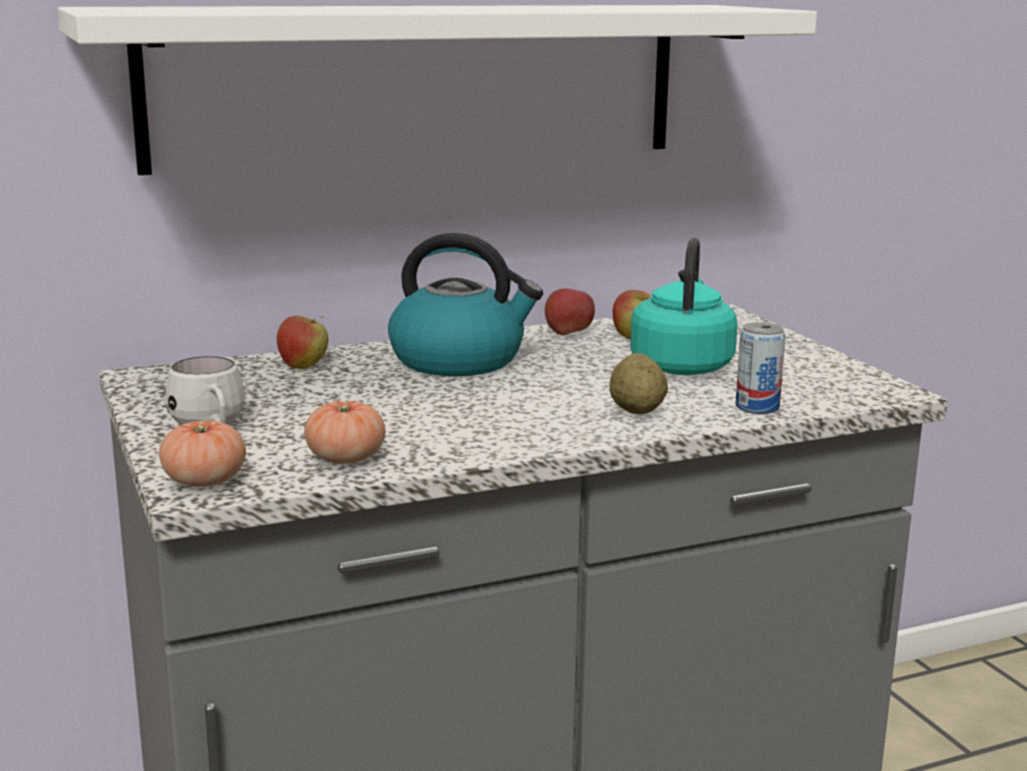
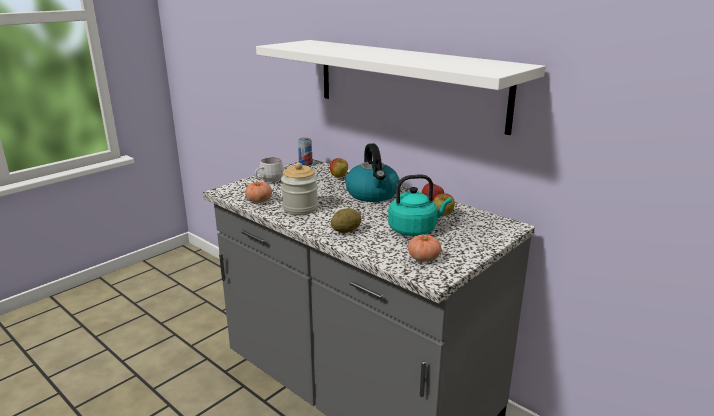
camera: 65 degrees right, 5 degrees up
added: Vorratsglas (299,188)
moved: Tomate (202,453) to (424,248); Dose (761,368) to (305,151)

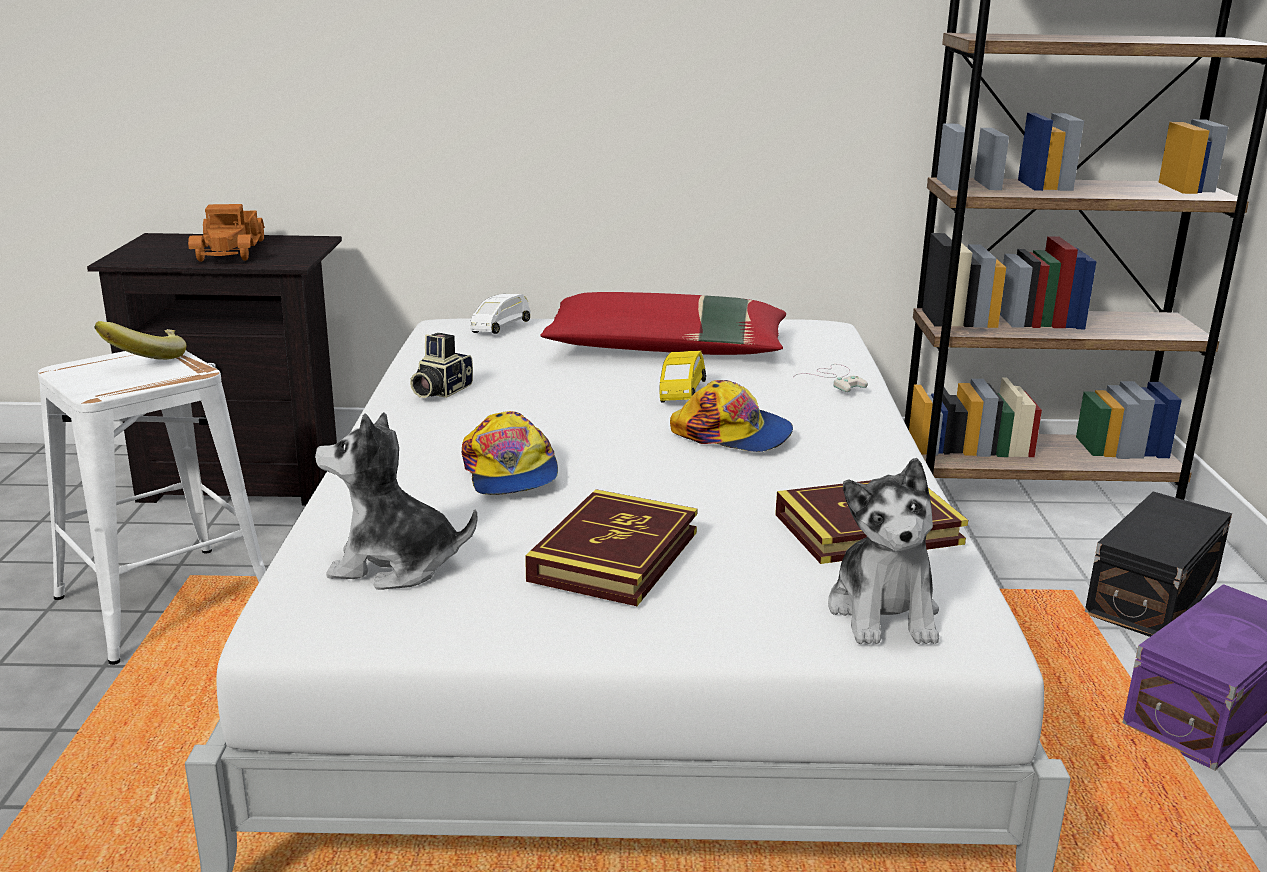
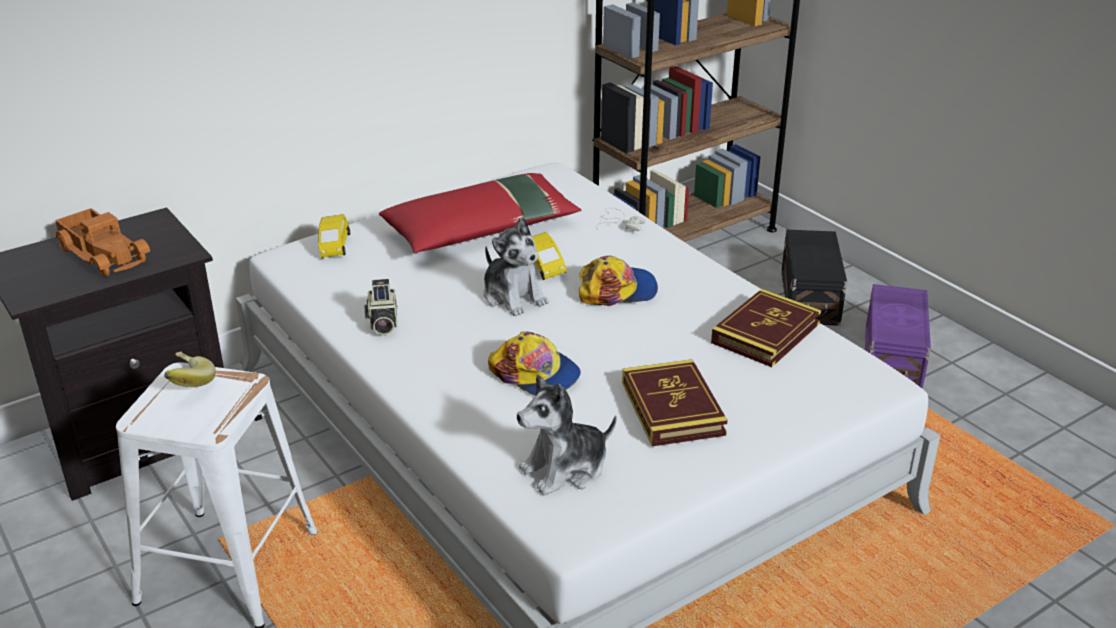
camera: 35 degrees left, 10 degrees up
moved: Plüschtier (883,551) to (516,266)
recoloured: Spielzeugauto (weiß) (500,314) to Spielzeugauto (gelb) (334,236)

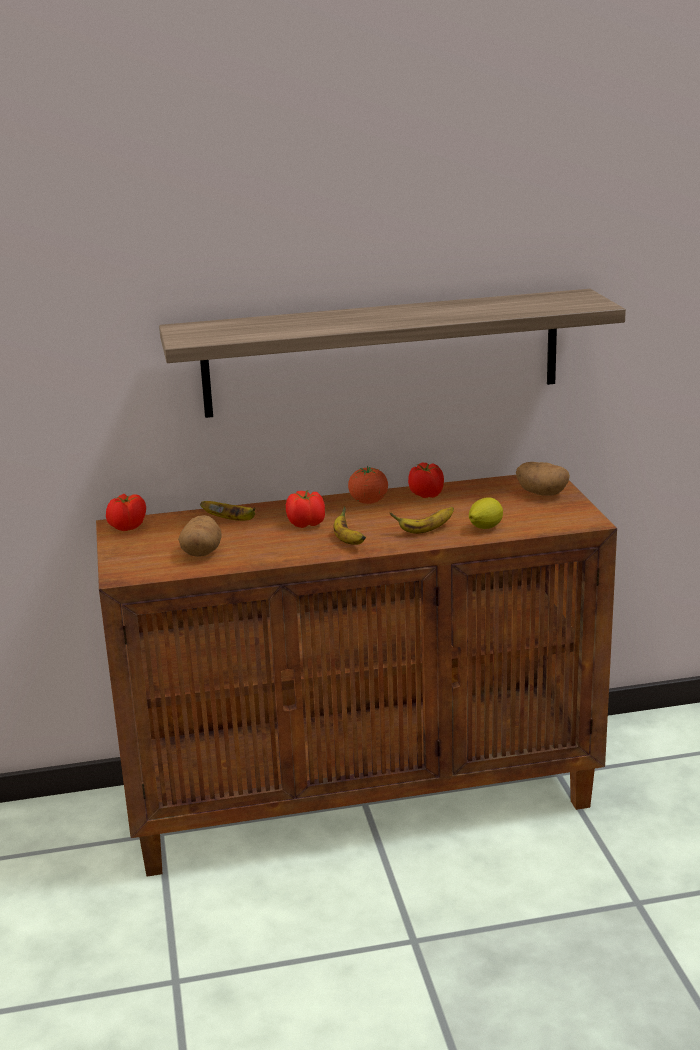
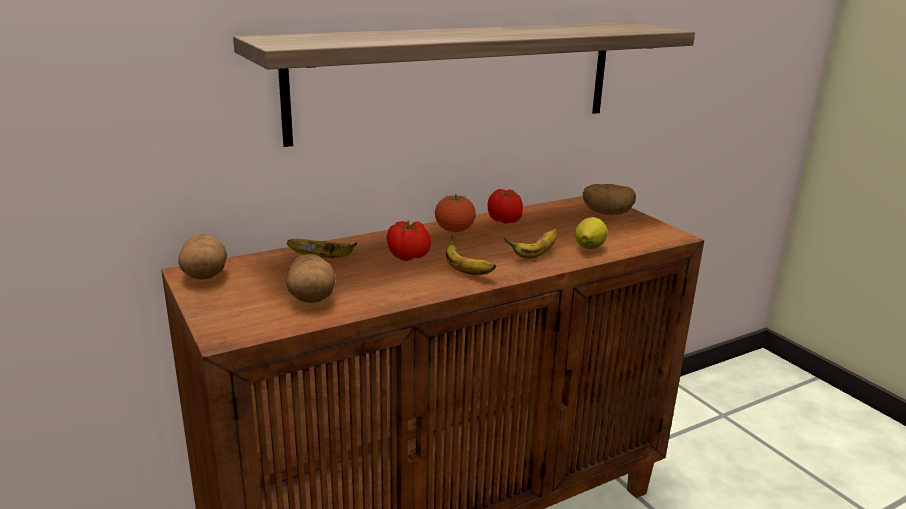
camera: 20 degrees left, 0 degrees up
replaced: Tomate (126,512) to Kartoffel (202,257)

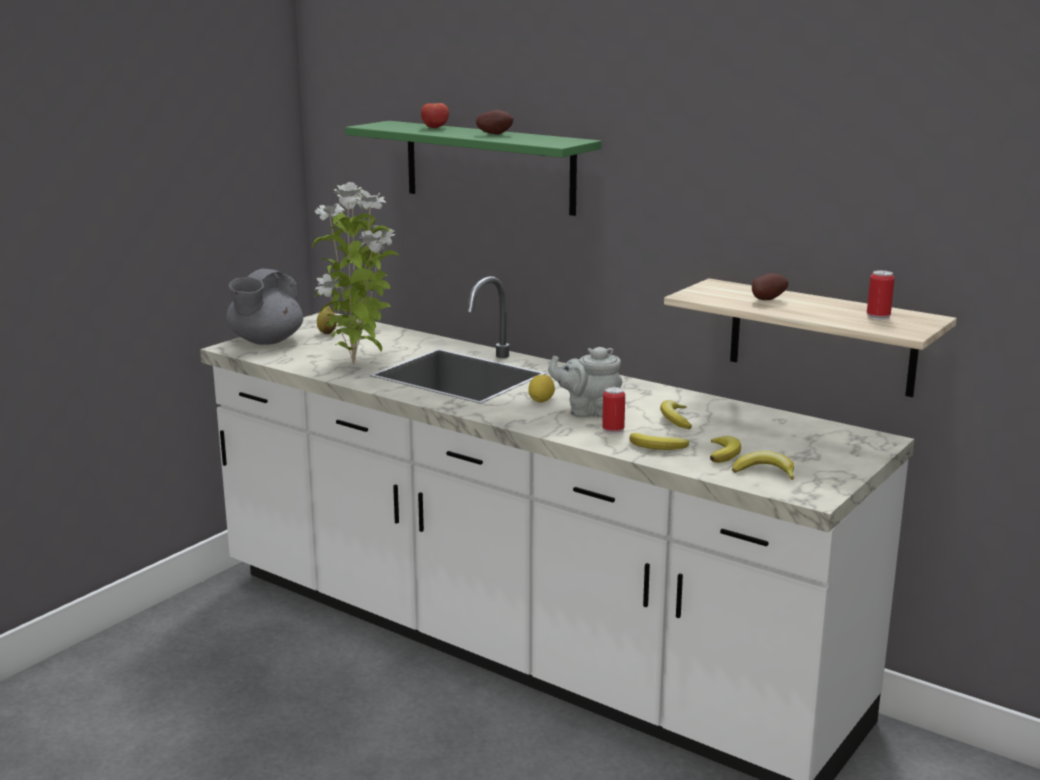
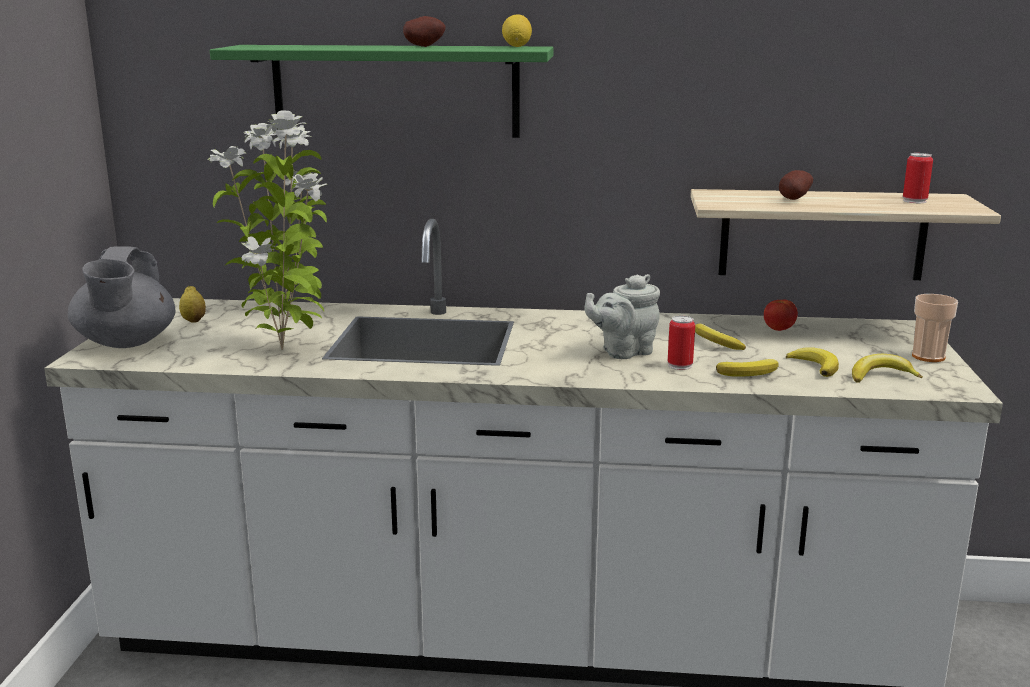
camera: 30 degrees left, 0 degrees up
added: Tasse (935,328)
moved: Tomate (435,115) to (781,315); Zitrone (541,388) to (517,30)

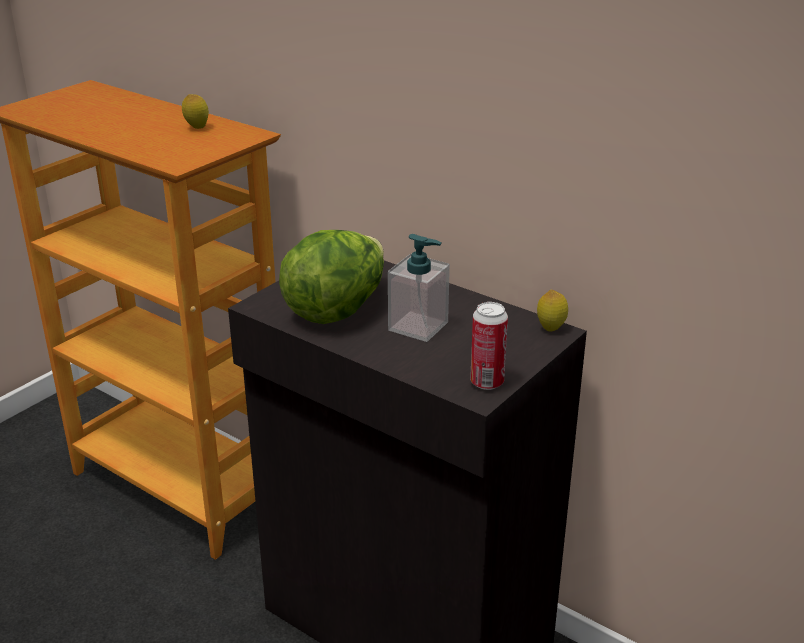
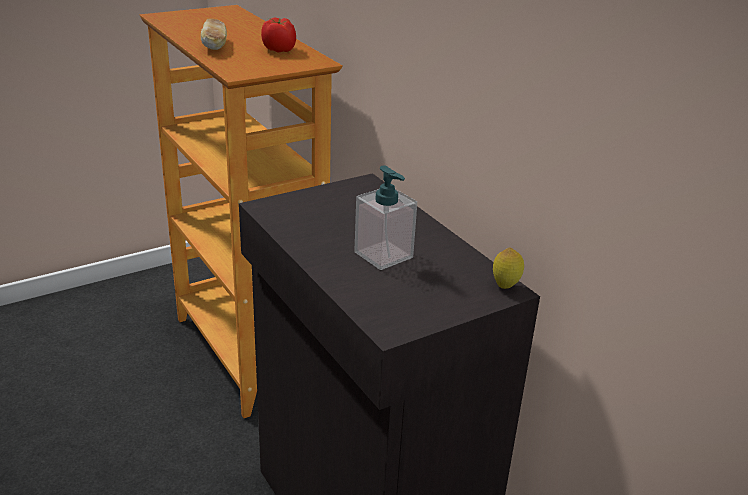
camera: 20 degrees right, 0 degrees up
removed: Salatkopf (331,277); Dose (489,346)
added: Brot (214,34)
replaced: Zitrone (195,111) to Tomate (278,35)

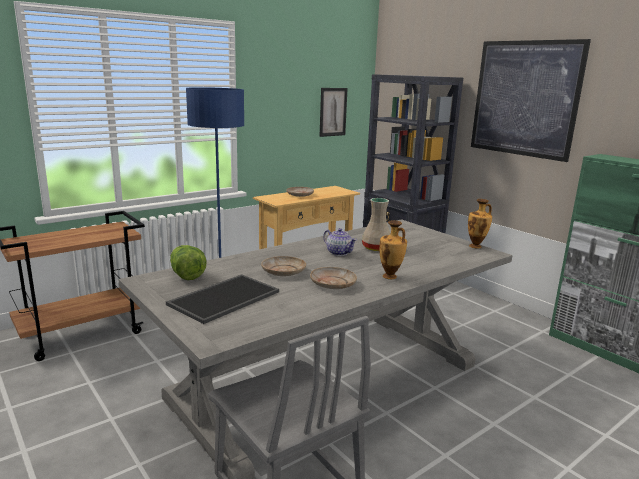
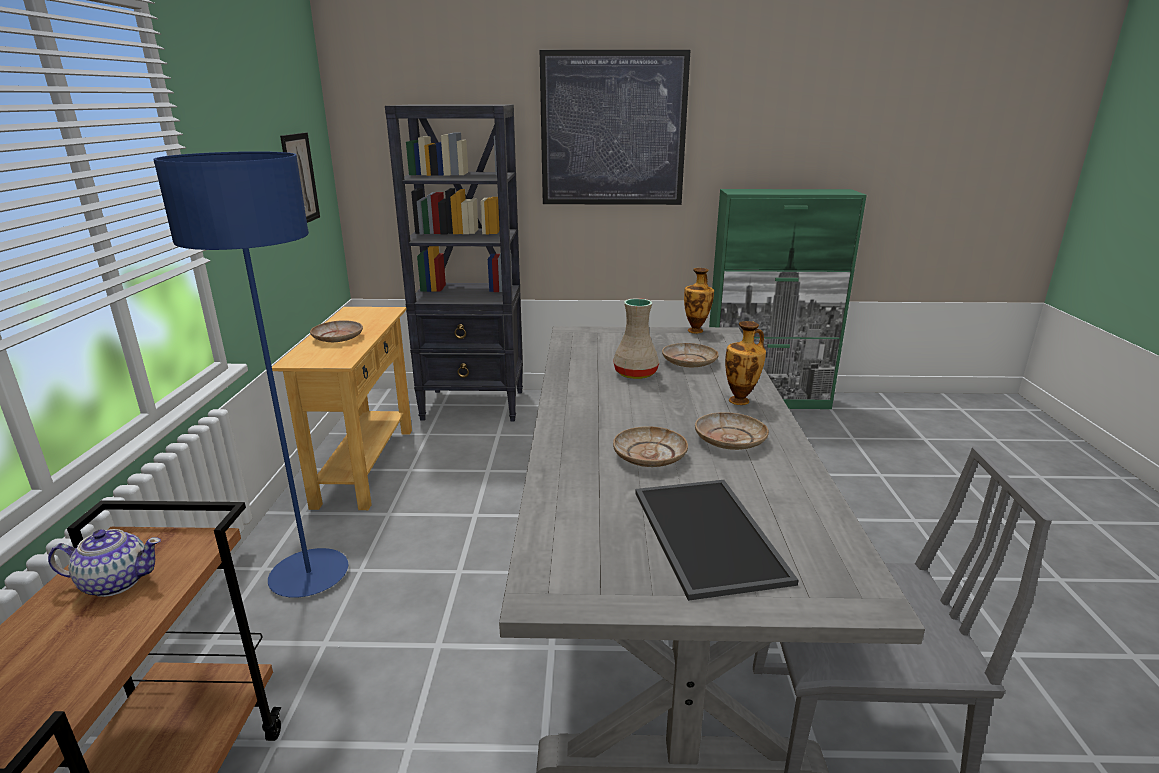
camera: 50 degrees left, 5 degrees up
removed: Salatkopf (188,262)
added: Teller (beige) (690,355)
moved: Teekanne (340,242) to (104,563)

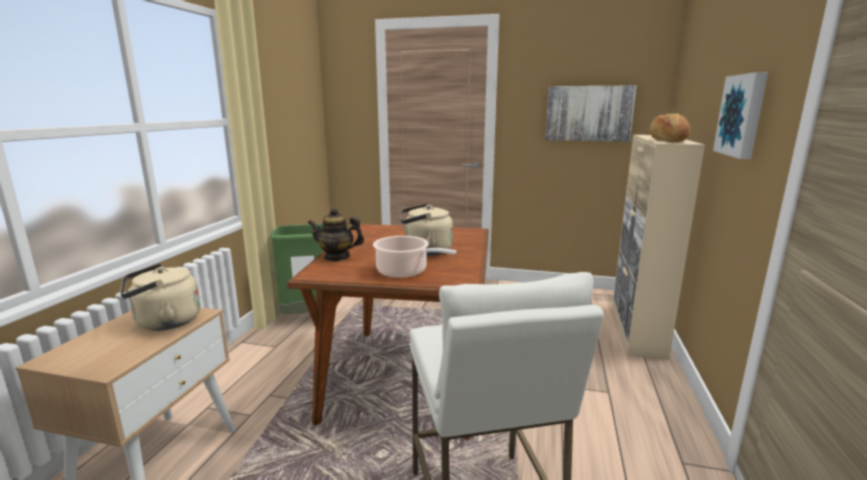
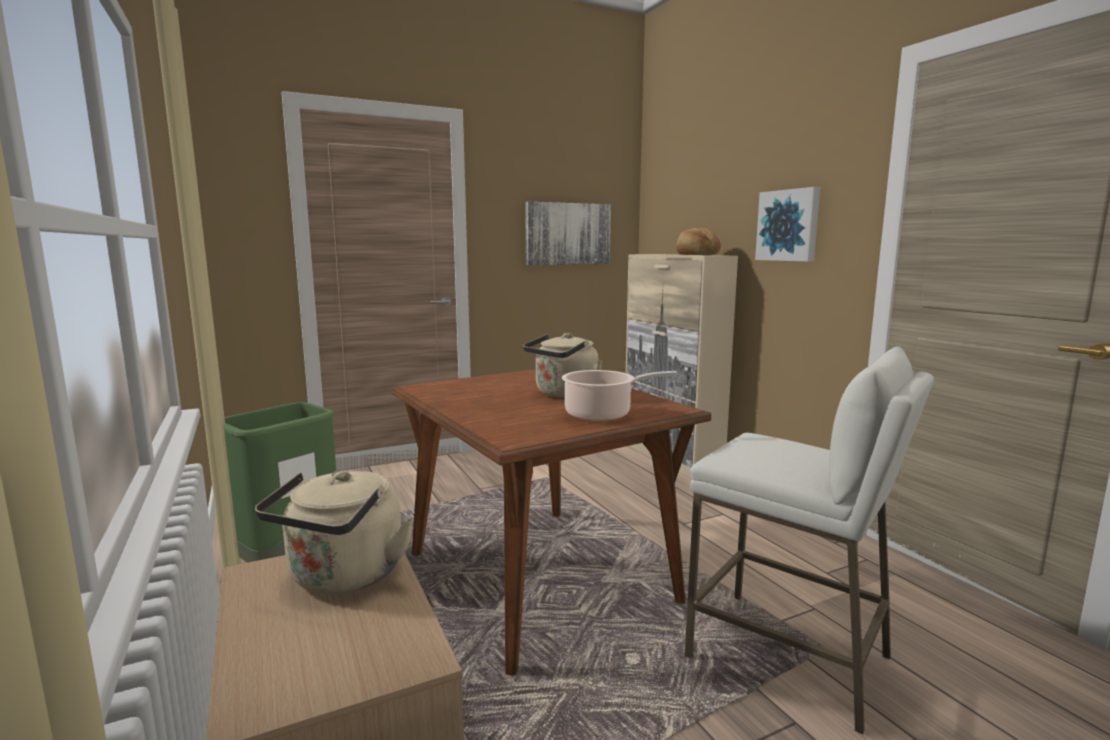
camera: 40 degrees left, 5 degrees down
removed: Teekanne (336,234)

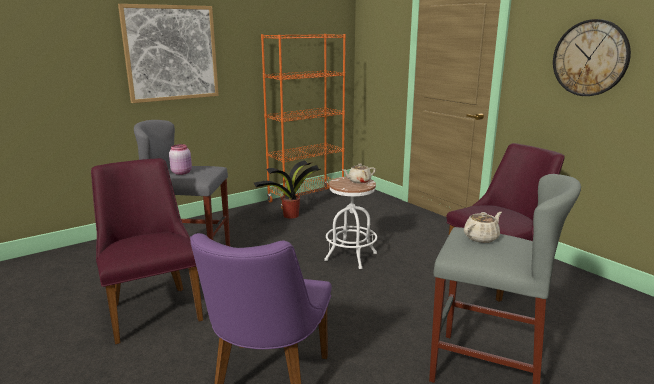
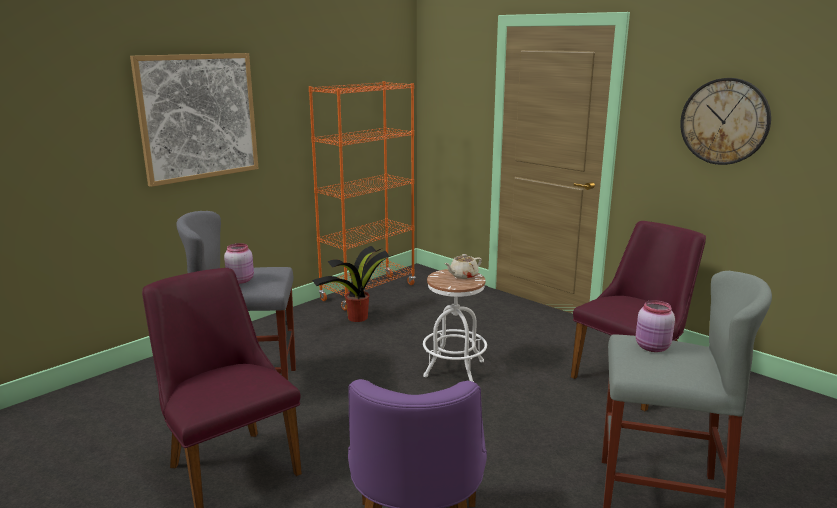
camera: 10 degrees left, 0 degrees up
replaced: Teekanne (beige) (483,227) to Vorratsglas (rosa) (655,326)

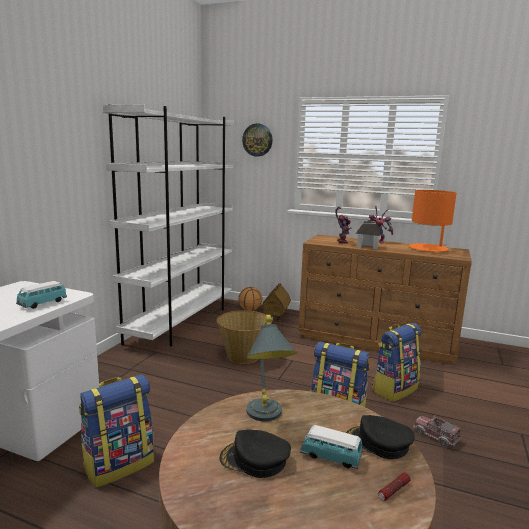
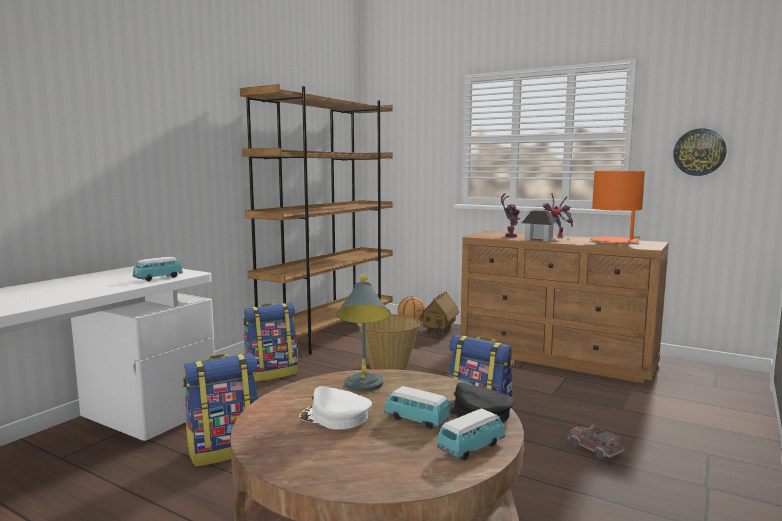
camera: 10 degrees right, 5 degrees down
moved: Wanduhr (257,140) to (700,152); Rucksack (396,362) to (270,342)
replaced: Taschenlampe (394,486) to Spielzeugauto (471,434)
recoloured: Bücherregal (weiß) (168,225) to Bücherregal (braun) (316,219); Kappe (schwarz) (255,453) to Kappe (weiß) (335,408)

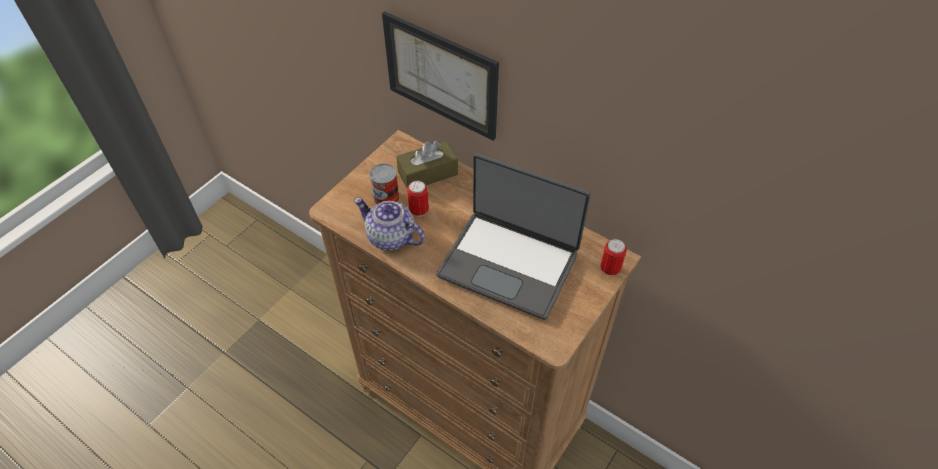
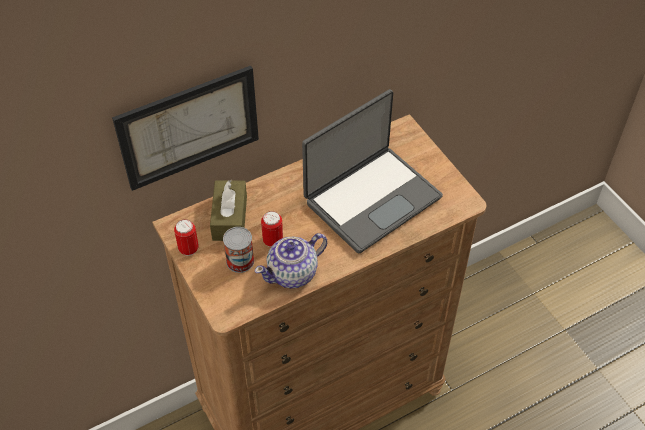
camera: 65 degrees left, 0 degrees up
moved: Dose (613,257) to (186,237)

